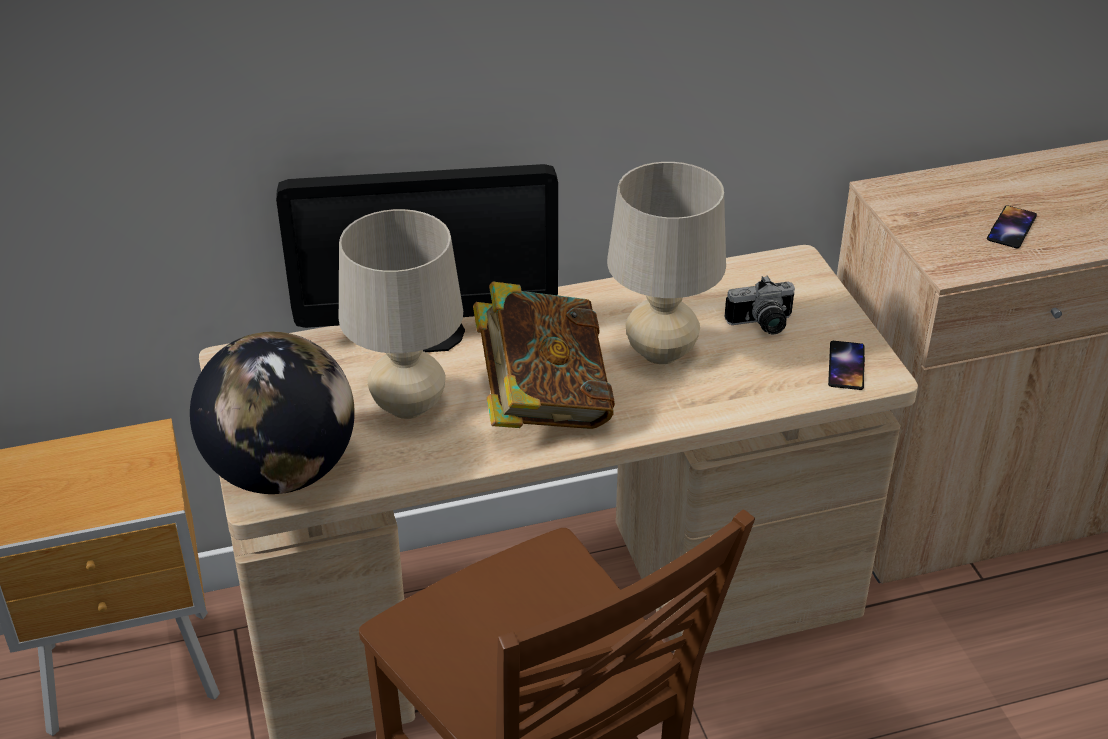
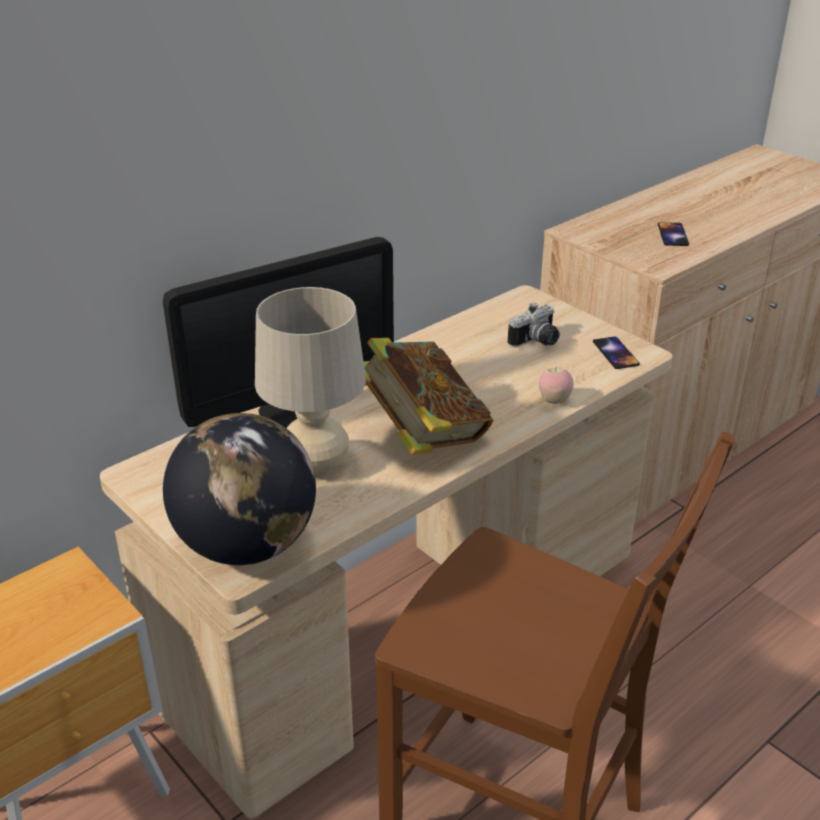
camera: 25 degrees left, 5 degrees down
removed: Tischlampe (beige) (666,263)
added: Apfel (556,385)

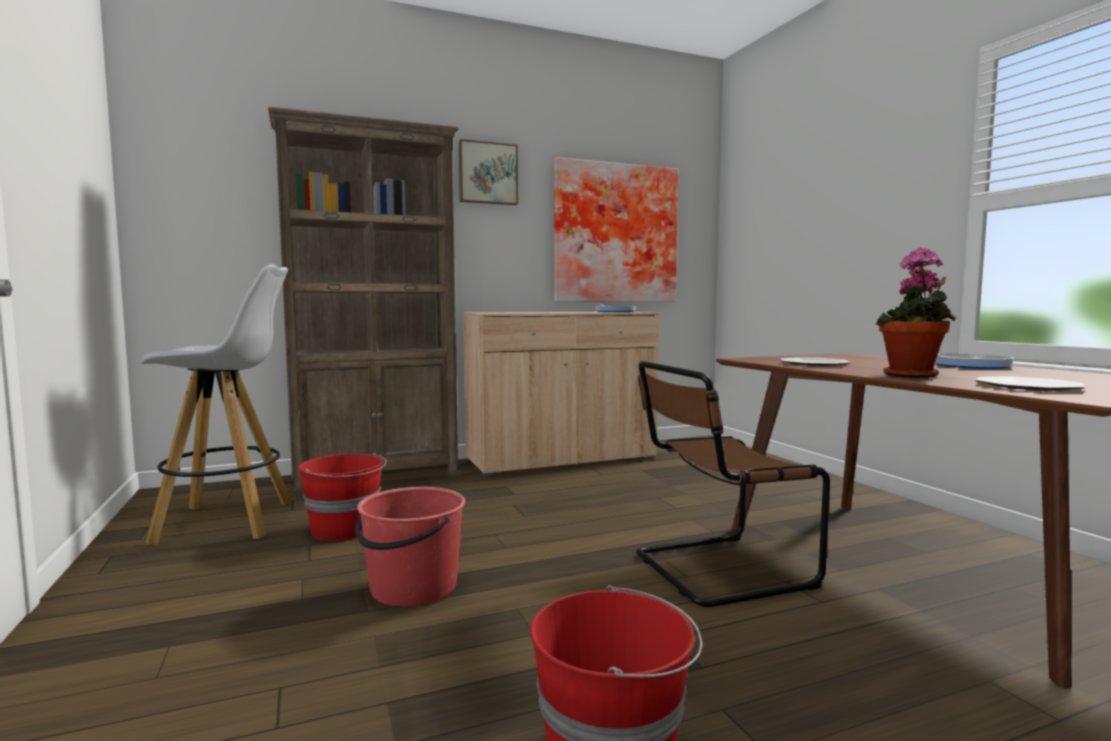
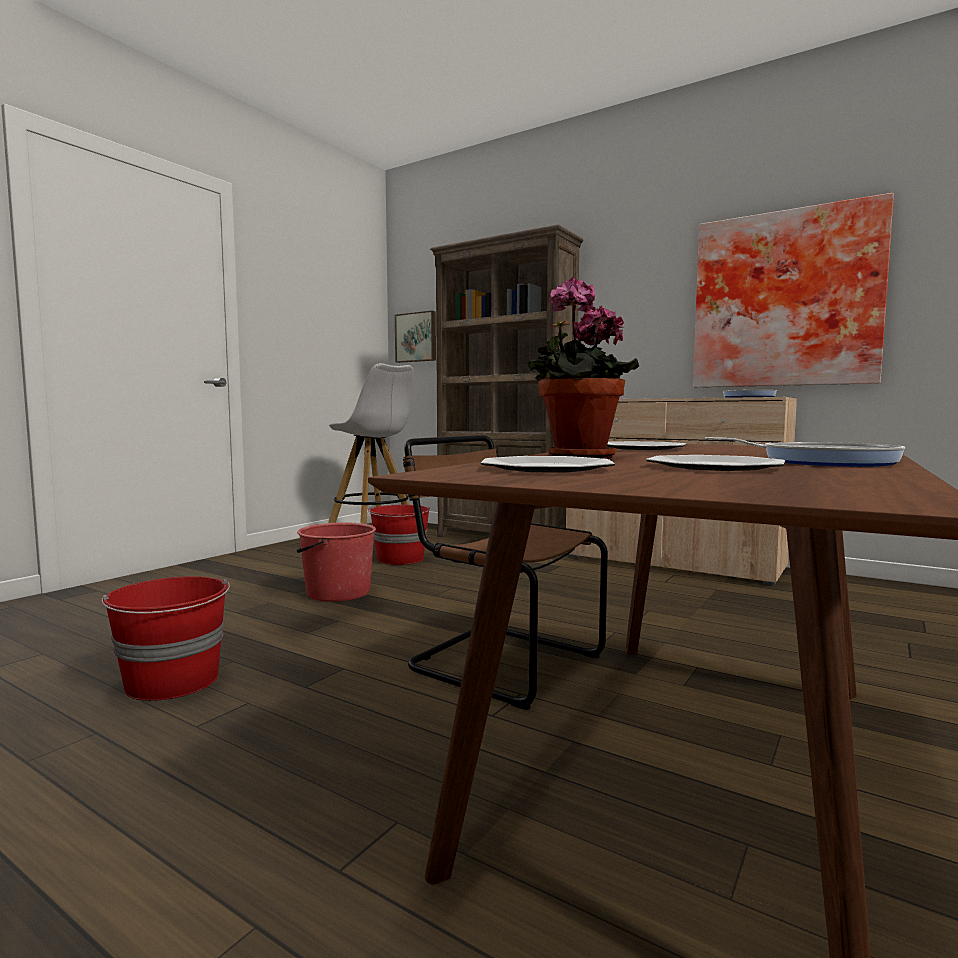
camera: 55 degrees right, 0 degrees up
added: Teller (715,463)
moved: Bild (488,172) to (415,337)

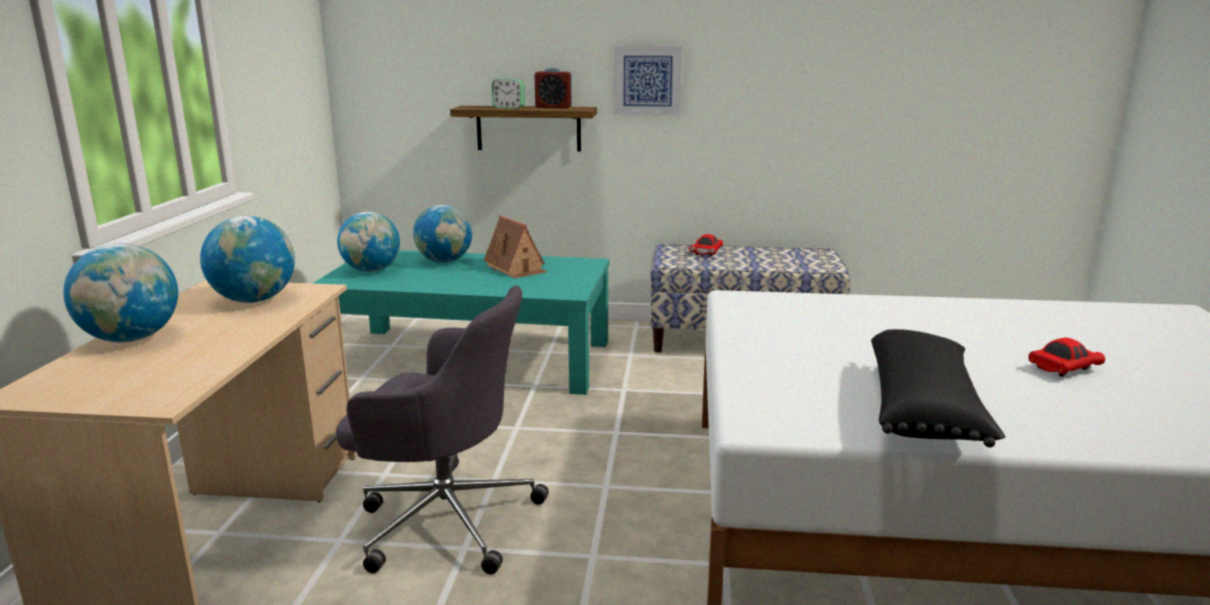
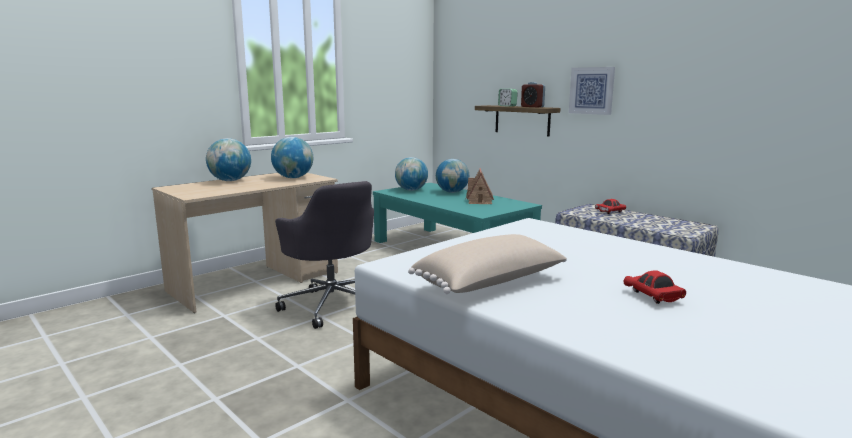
camera: 40 degrees right, 5 degrees down
recoloured: Kissen (schwarz) (938,388) to Kissen (beige) (487,264)
turned: Spielzeugauto (rot) (1066,357) = (655,287) 120 degrees counterclockwise

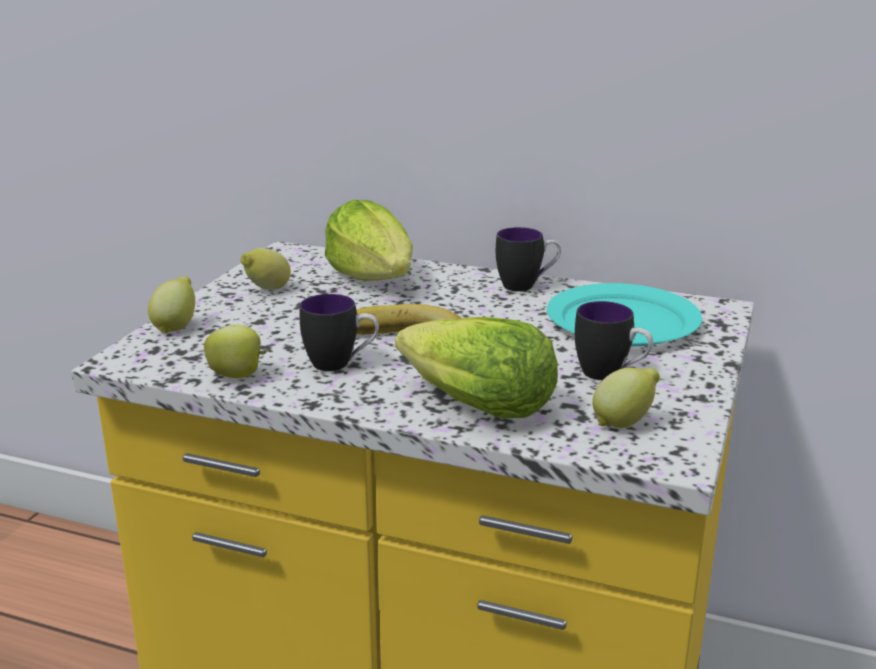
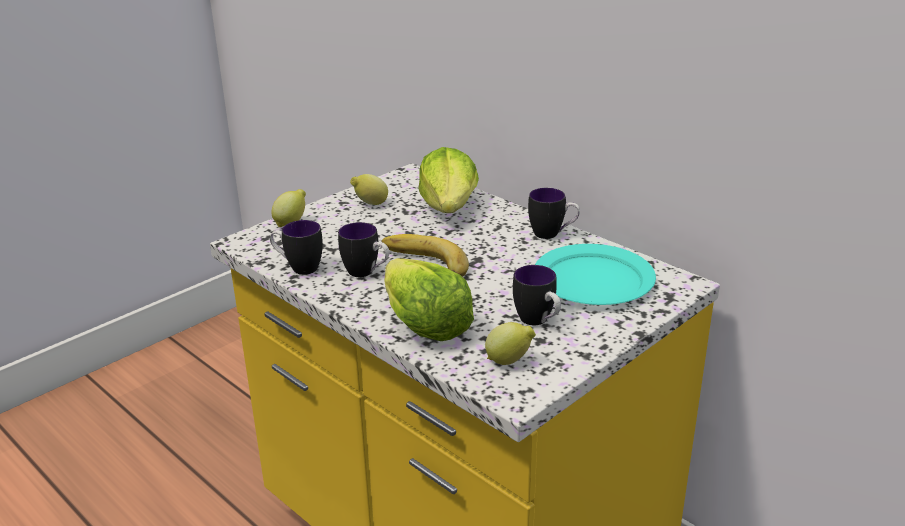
camera: 25 degrees right, 5 degrees up
replaced: Apfel (235,351) to Henkelbecher (296,247)

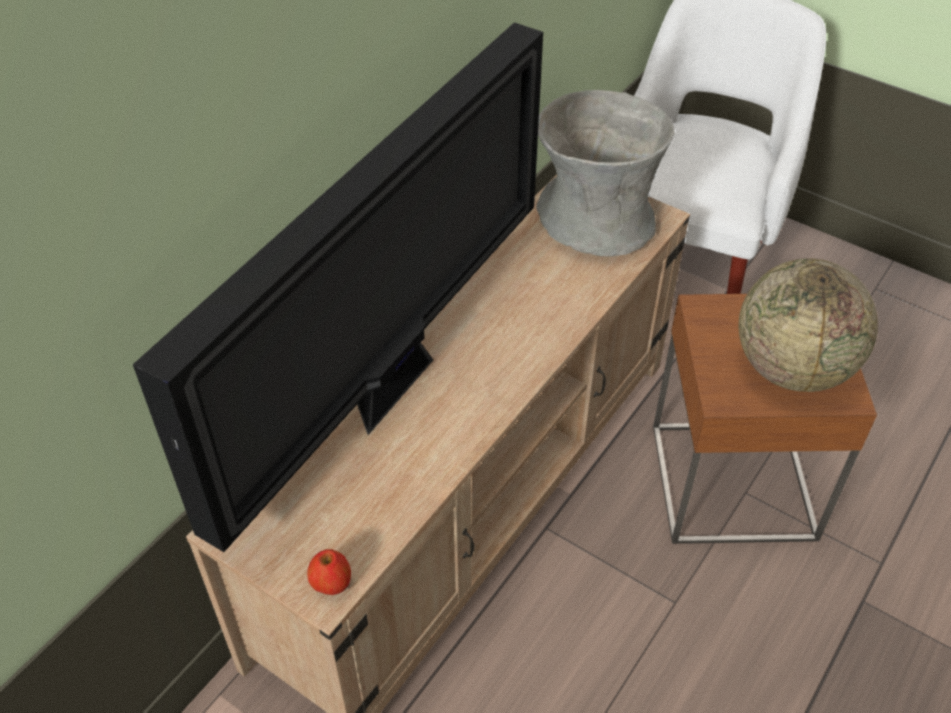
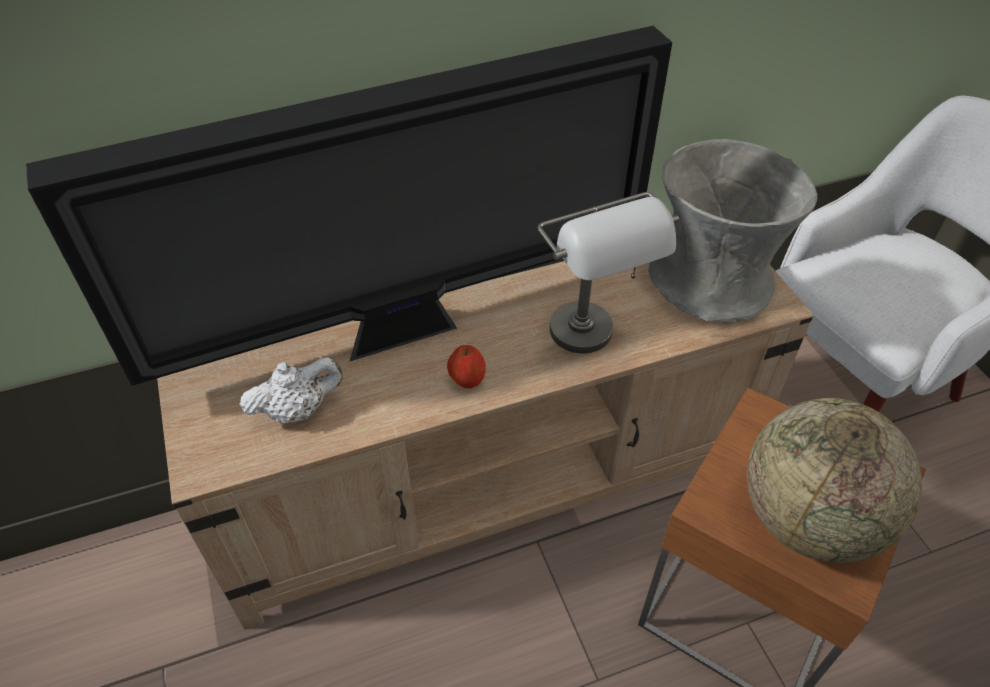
camera: 35 degrees right, 0 degrees up
added: Teekanne (weiß) (291,390); Tischlampe (grau) (608,272)
moved: Apfel (329,572) to (466,366)

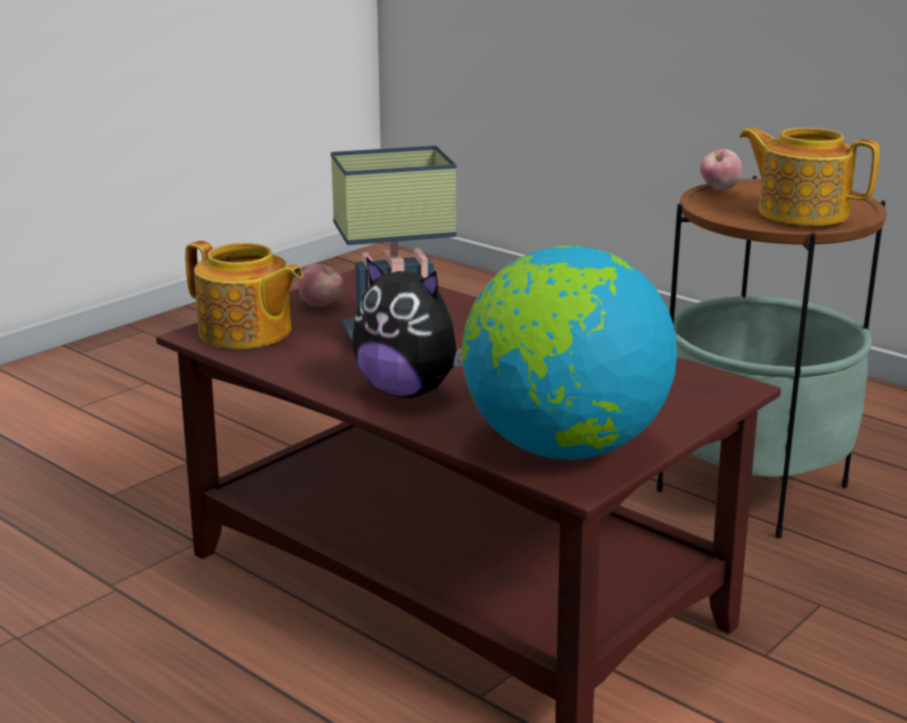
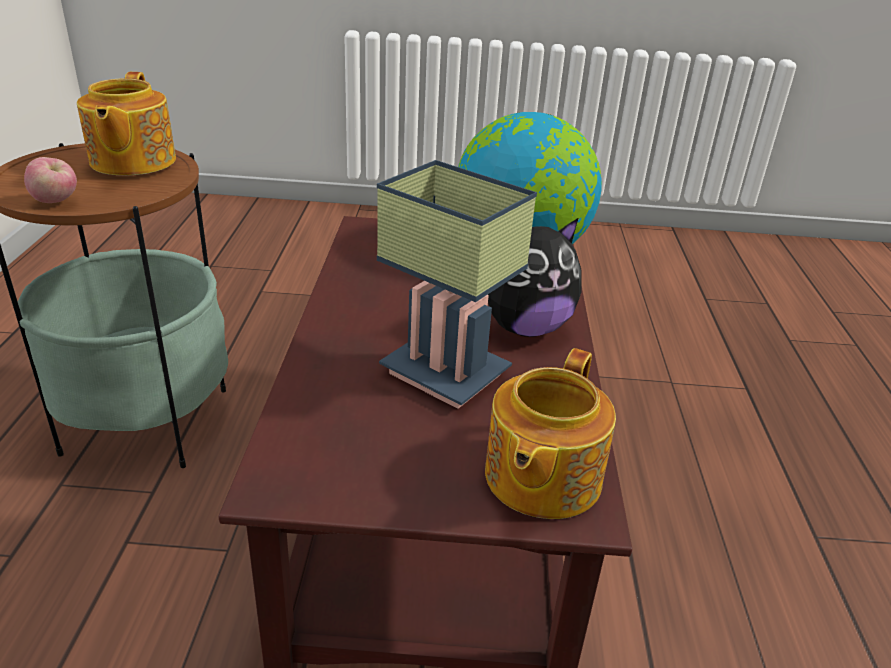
camera: 130 degrees left, 10 degrees up
removed: Apfel (321,285)
turned: Teekanne (244,295) = (550,433) 150 degrees counterclockwise; Plüschtier (407,327) = (535,277) 75 degrees clockwise

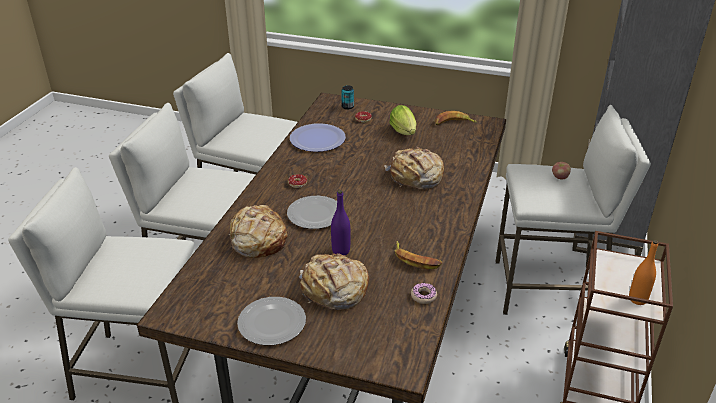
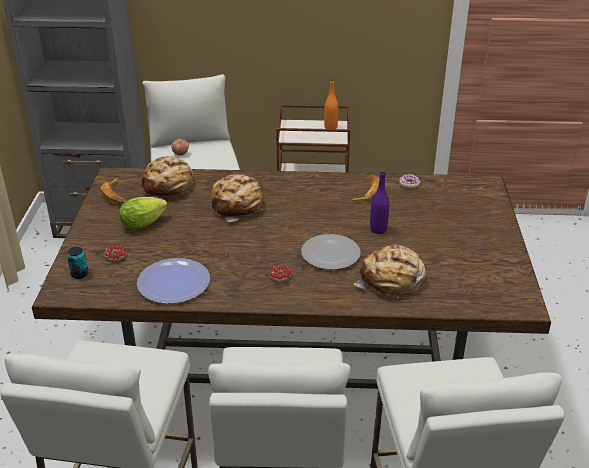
camera: 105 degrees left, 0 degrees up
removed: Teller (271,321)
moved: Brot (334,281) to (167,177)

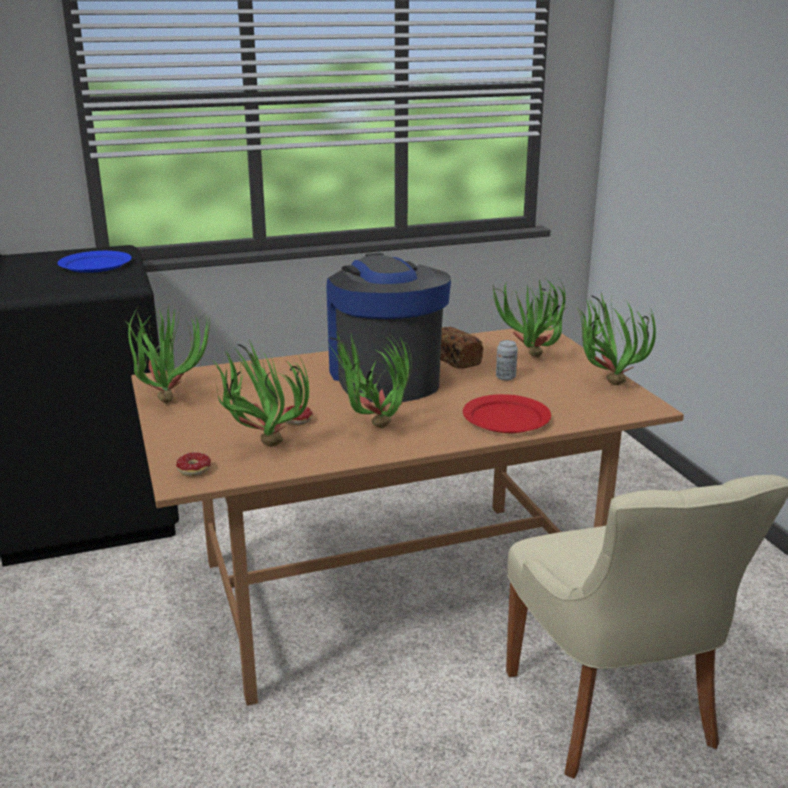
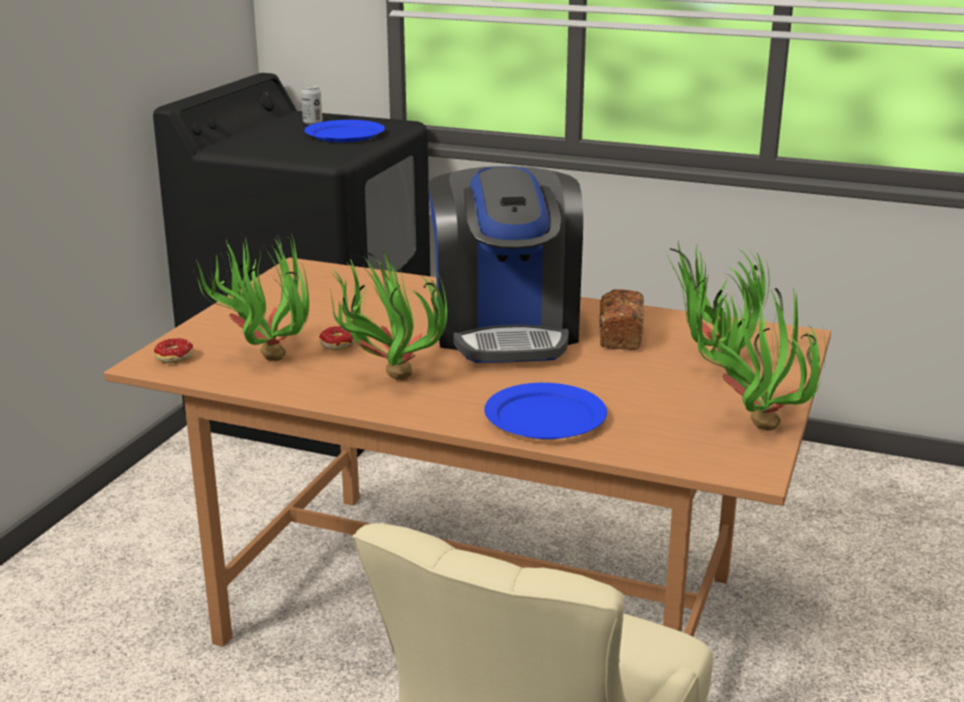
camera: 40 degrees right, 0 degrees up
removed: Topfpflanze (167,354)
moved: Dose (507,360) to (312,105)
recoloured: Teller (rot) (507,413) to Teller (blau) (545,411)
turned: Kaffeemaschine (389,328) = (505,264) 150 degrees clockwise

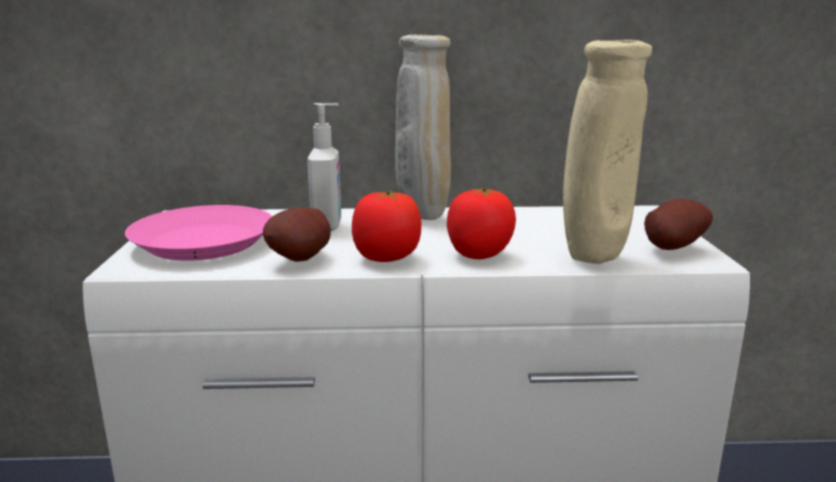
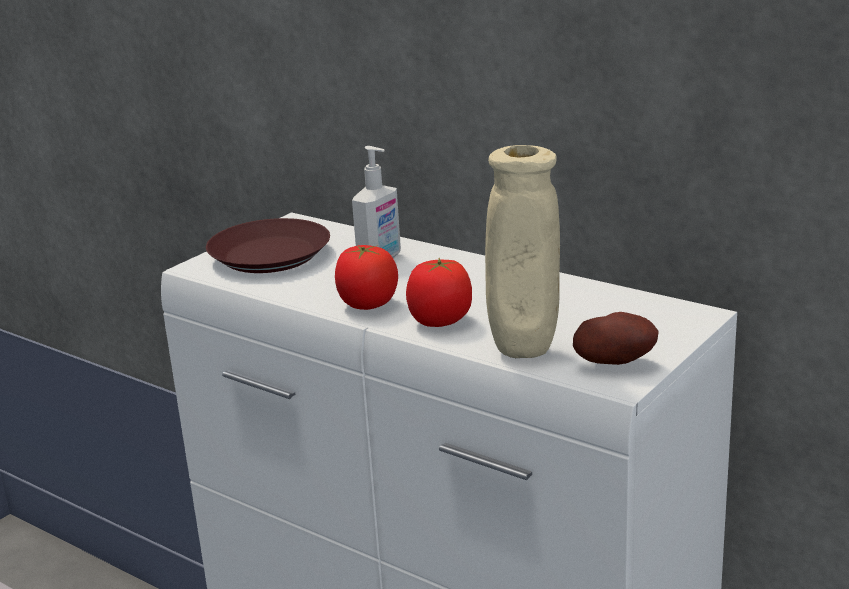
camera: 40 degrees right, 5 degrees up
removed: Kartoffel (297,234); Vase (beige) (423,127)
recoloured: Teller (rosa) (199,233) to Teller (braun) (268,245)

